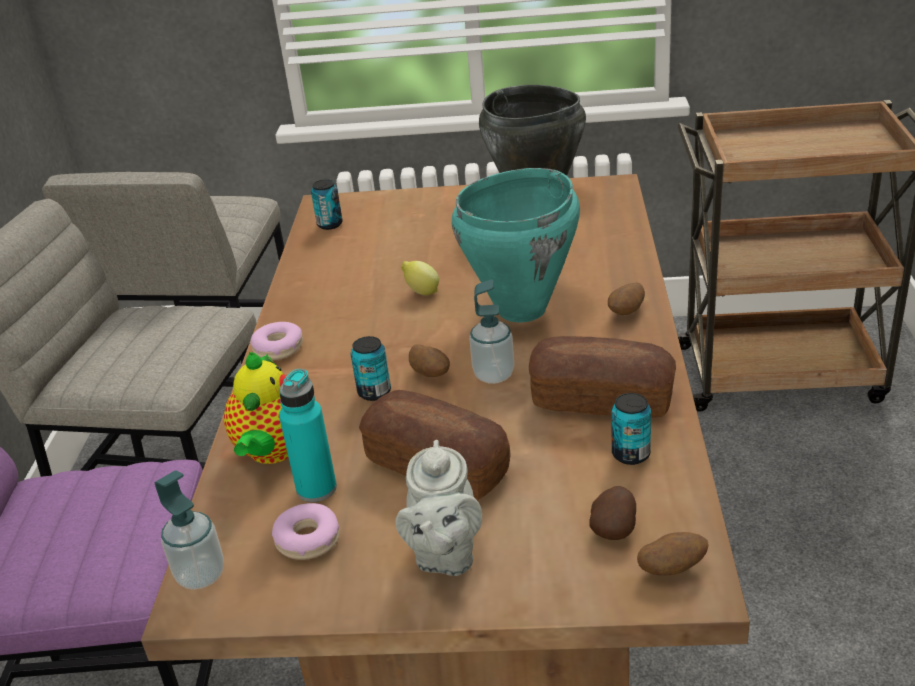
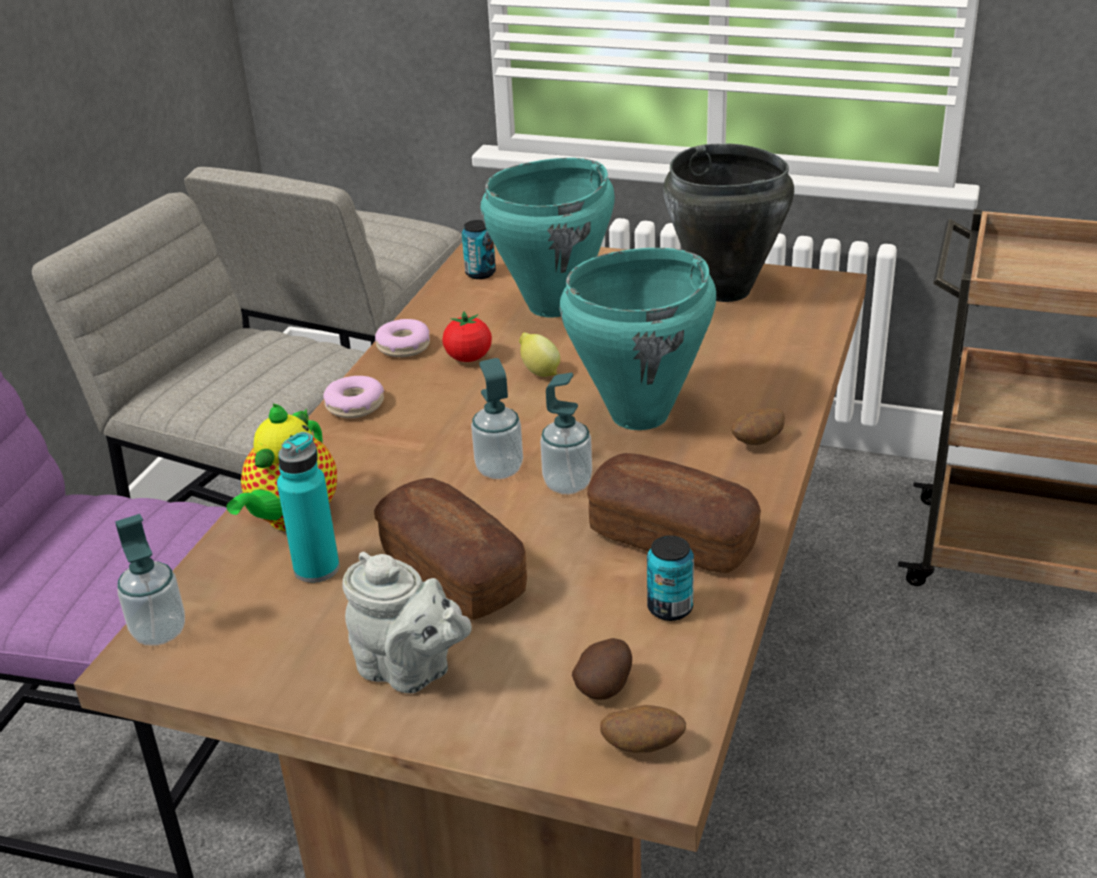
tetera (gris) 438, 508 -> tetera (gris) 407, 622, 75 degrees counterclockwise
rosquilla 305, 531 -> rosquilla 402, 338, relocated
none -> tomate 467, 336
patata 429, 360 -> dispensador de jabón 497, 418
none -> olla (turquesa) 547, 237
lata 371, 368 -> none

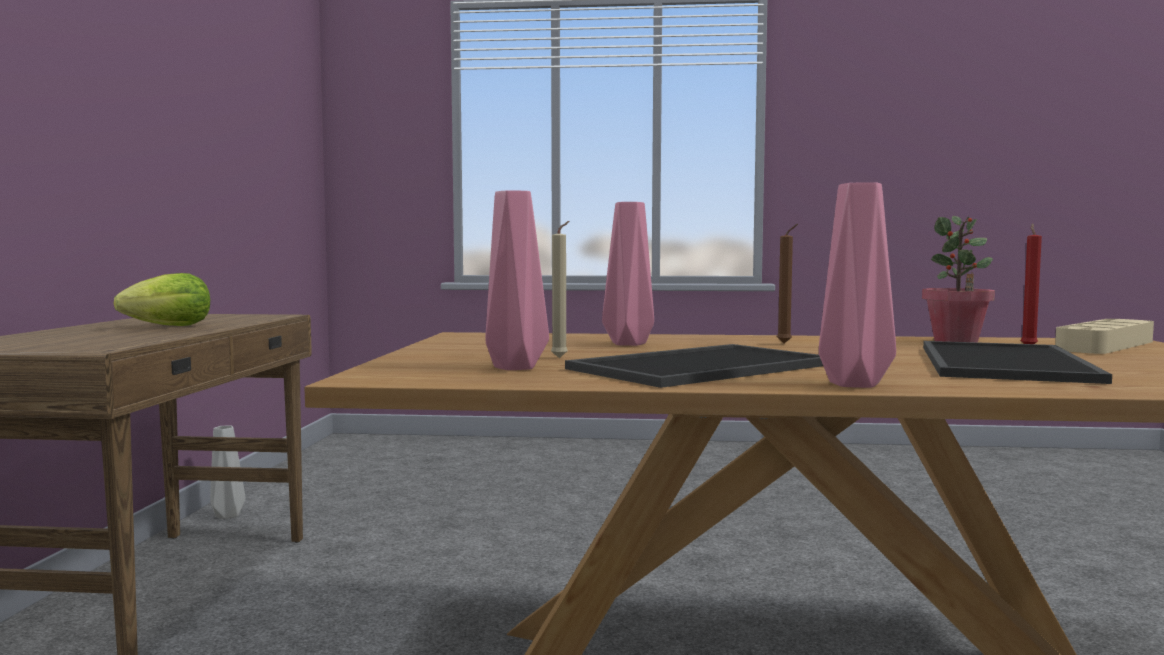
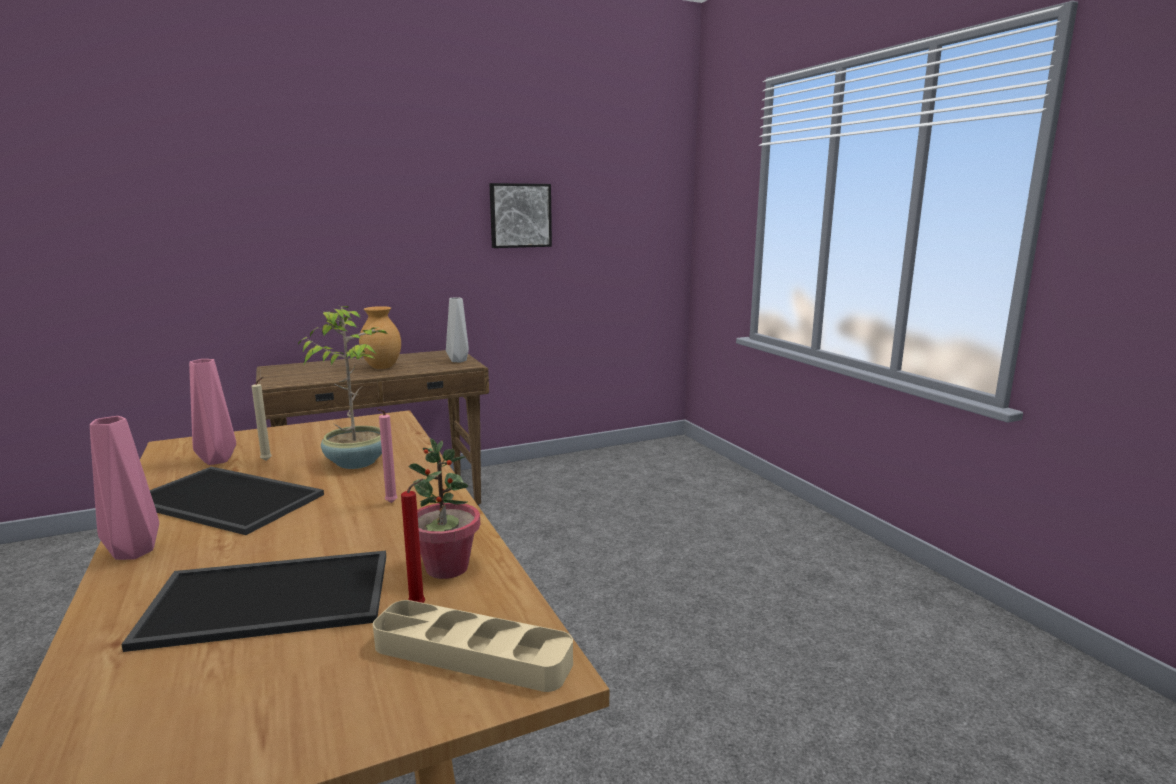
florero (rosa) 628, 274 -> planta en maceta 342, 387
lechuga 162, 299 -> florero (marrón) 380, 337
vela (marrón) 787, 283 -> vela (rosa) 387, 456
florero (gris) 227, 472 -> florero (gris) 457, 329, relocated
none -> cuadro 520, 215

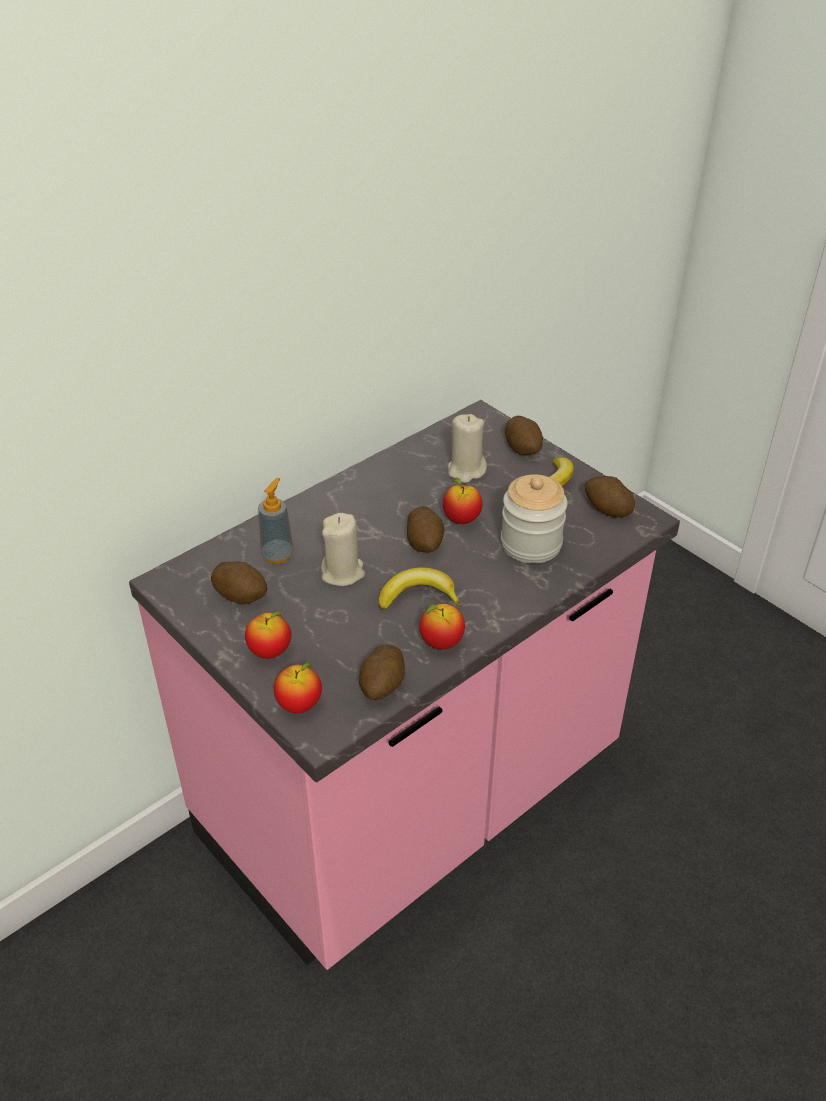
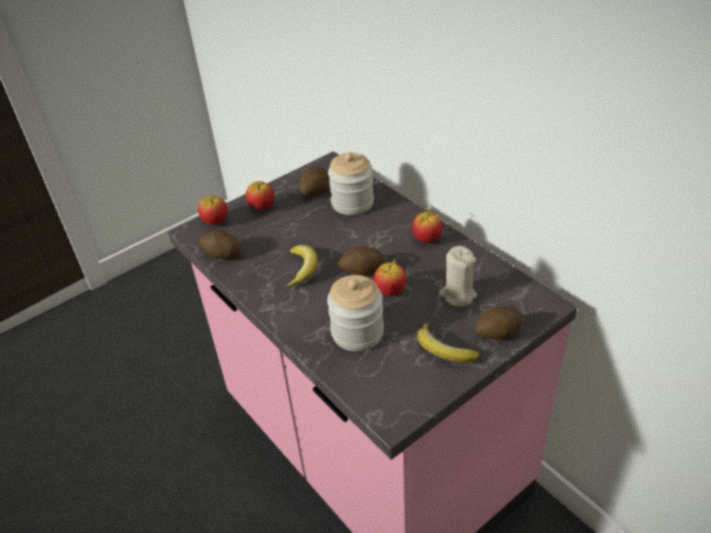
dispensador de jabón 276, 521 -> tarro 351, 183
manzana 442, 627 -> manzana 427, 224, relocated
vela (beis) 343, 549 -> none
patata 610, 497 -> none

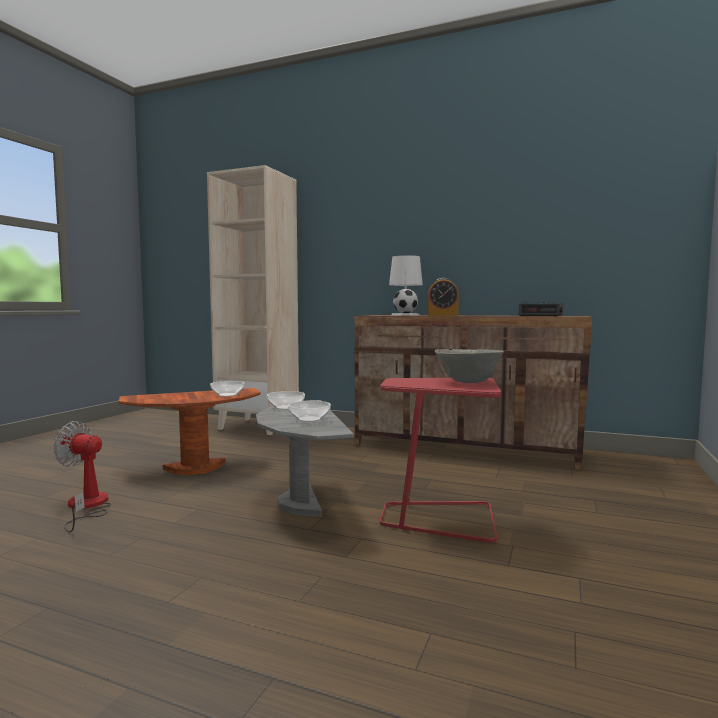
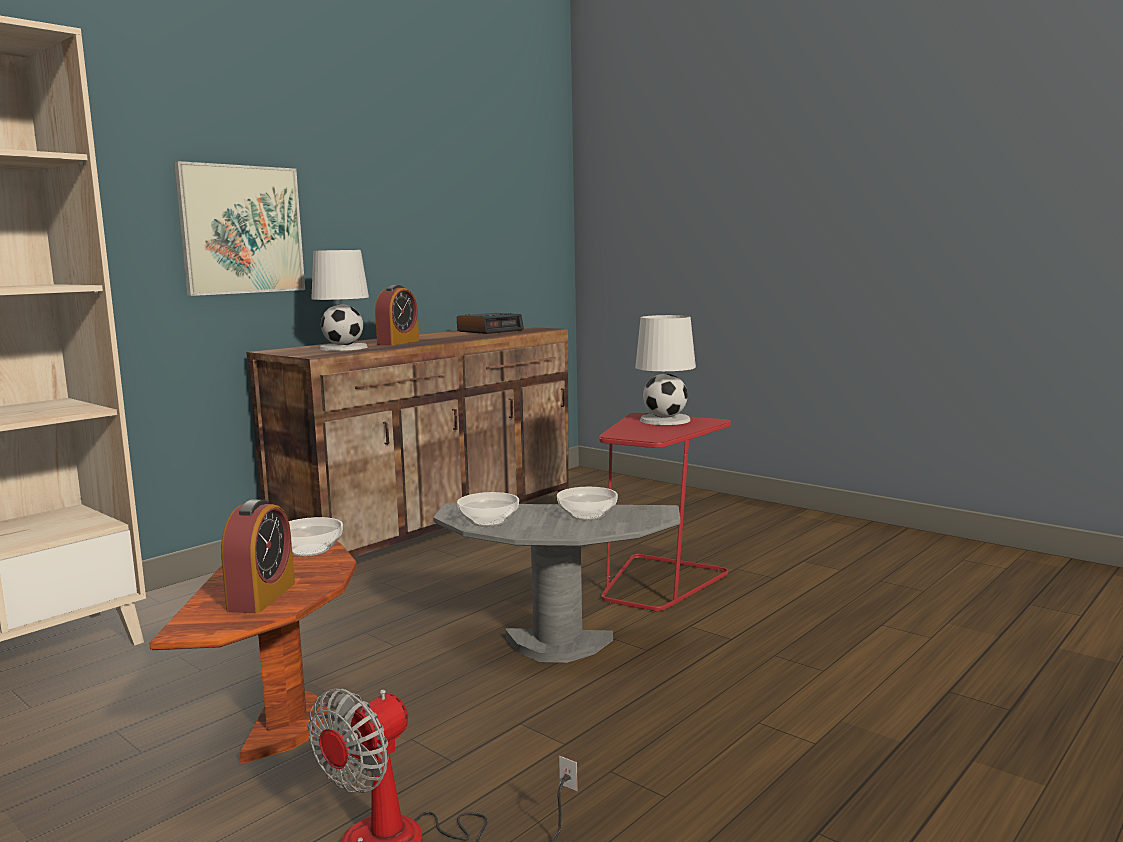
none -> cuadro 239, 228
none -> despertador 258, 556
cuenco (gris) 469, 366 -> lámpara de mesa (blanco) 665, 370

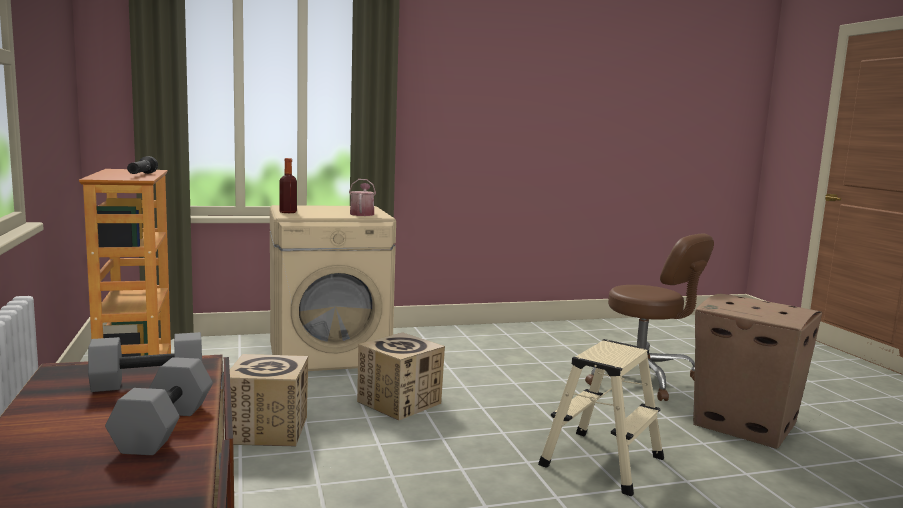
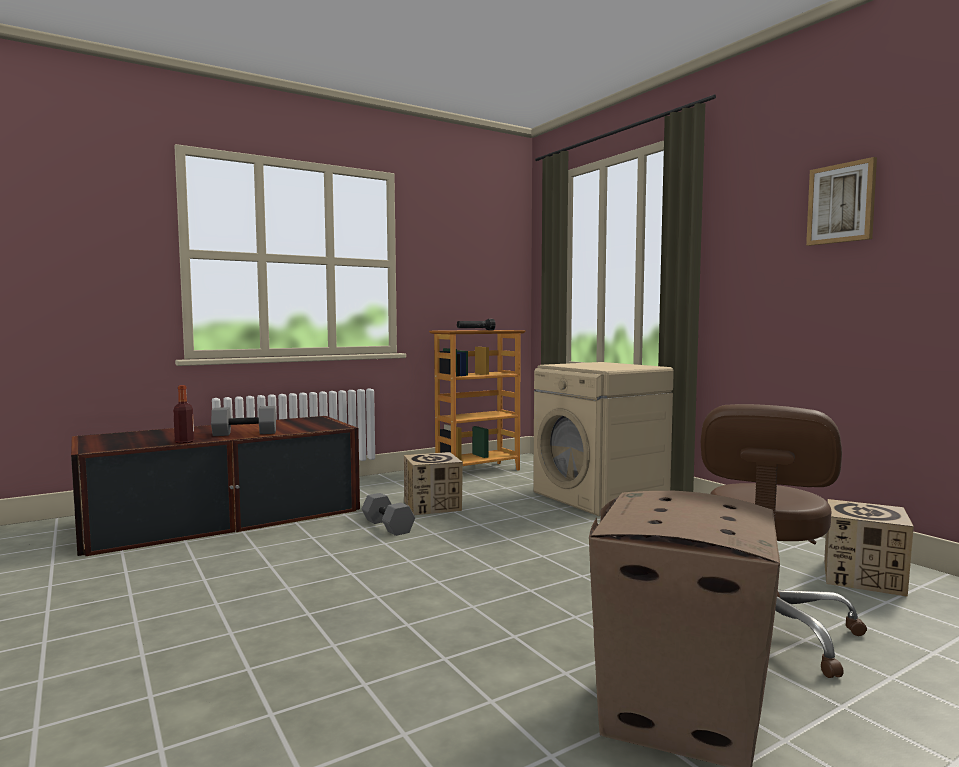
botella 288, 185 -> botella 183, 414, relocated
mancuerna (gris) 145, 362 -> mancuerna (gris) 388, 514, relocated
none -> cuadro 841, 201
caja de cartón 401, 376 -> caja de cartón 869, 548, relocated
regadera 362, 197 -> none
escalera de tijera (beis) 601, 417 -> none

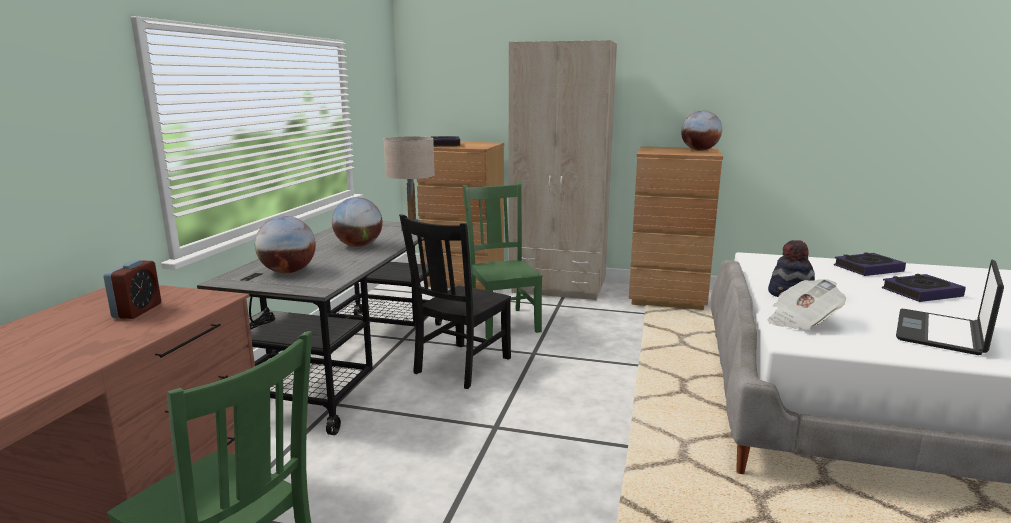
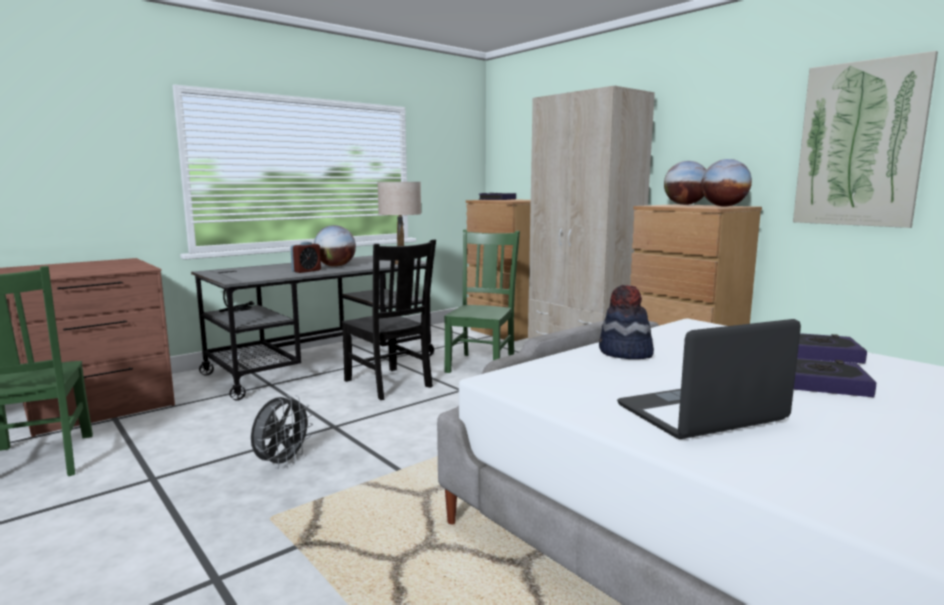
none -> ventilador (gris) 282, 432
despertador 132, 289 -> despertador 305, 257, relocated
silla (negro) 455, 301 -> silla (negro) 389, 319, 105 degrees counterclockwise
globo terráqueo 285, 244 -> globo terráqueo 685, 183, relocated
none -> cuadro 865, 139
periódico 806, 304 -> none

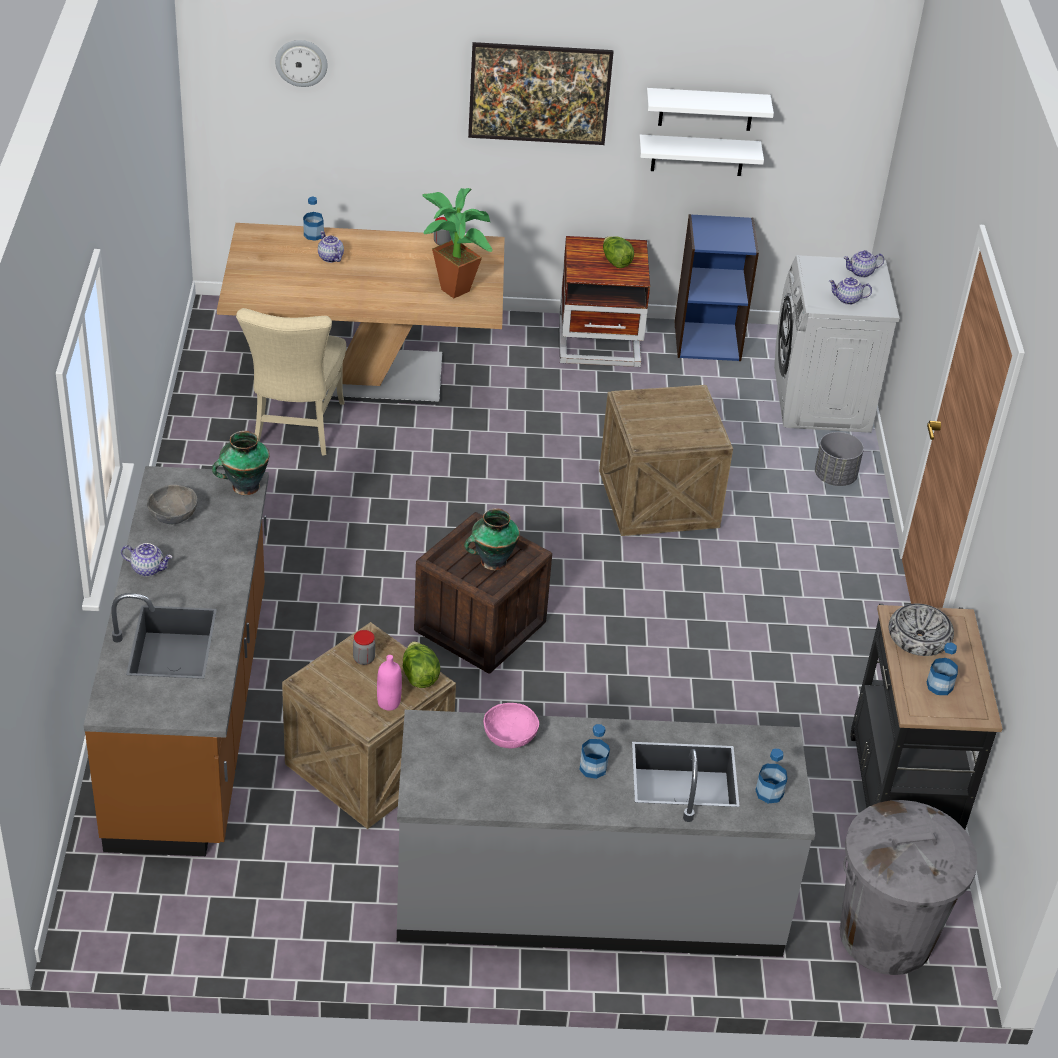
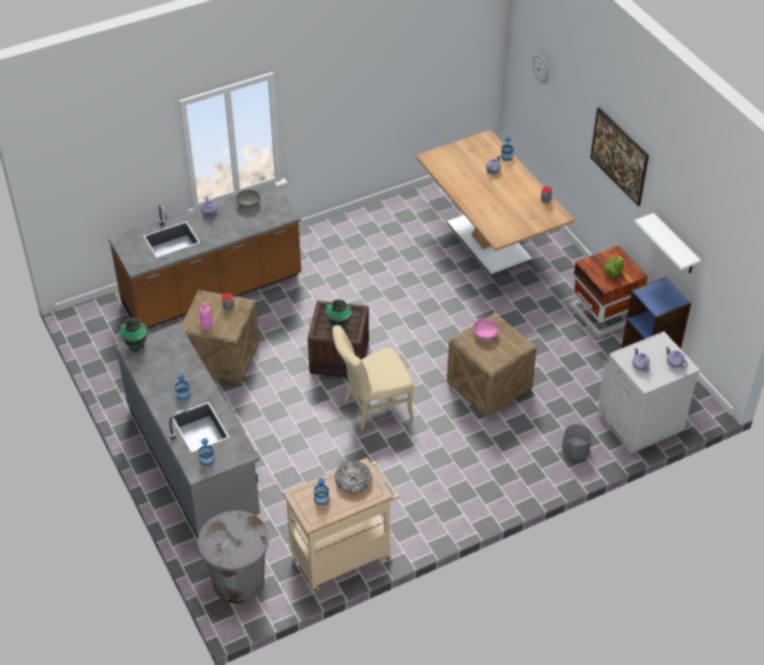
florero 241, 463 -> florero 133, 335, relocated
carrito (negro) 926, 717 -> carrito (beis) 341, 525
silla (beis) 291, 382 -> silla (beis) 373, 378, relocated
cuenco (rosa) 511, 725 -> cuenco (rosa) 486, 329, relocated
lechuga 422, 664 -> none
planta en maceta 457, 243 -> none
estante (blanco) 710, 109 -> none

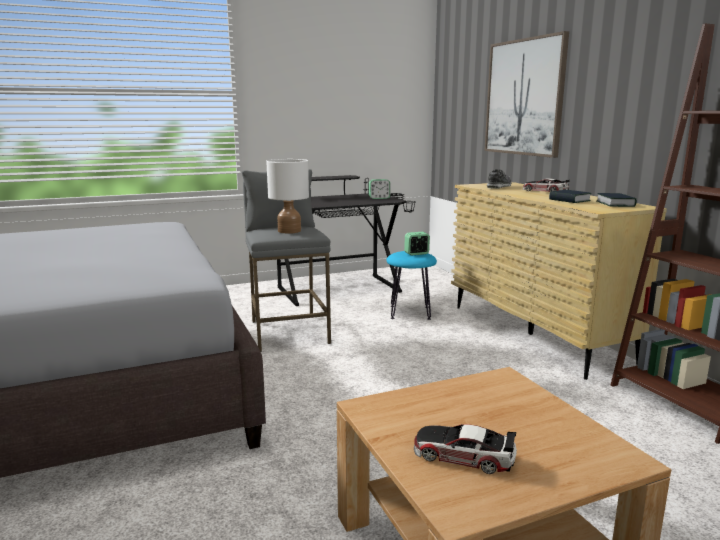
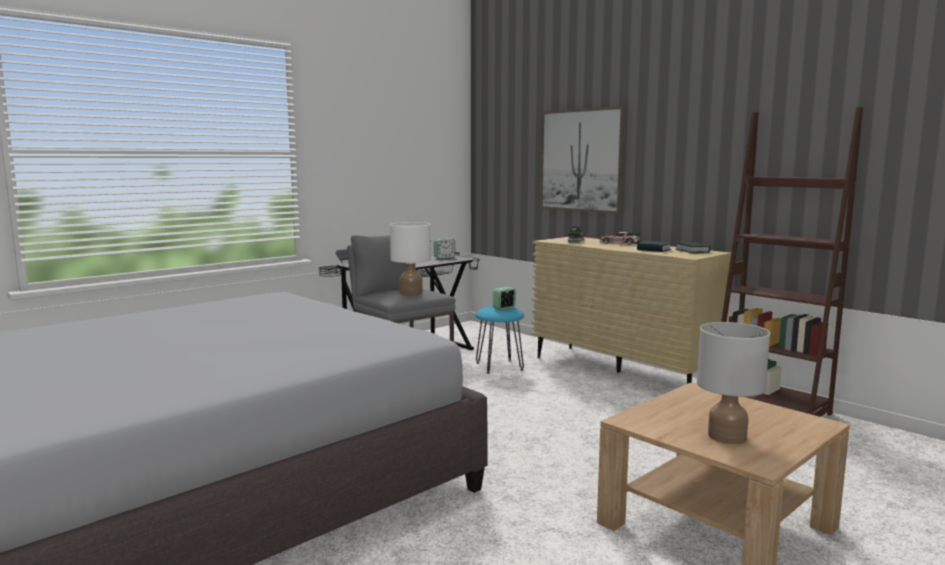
coche de juguete 465, 449 -> lámpara de mesa (gris) 733, 383

